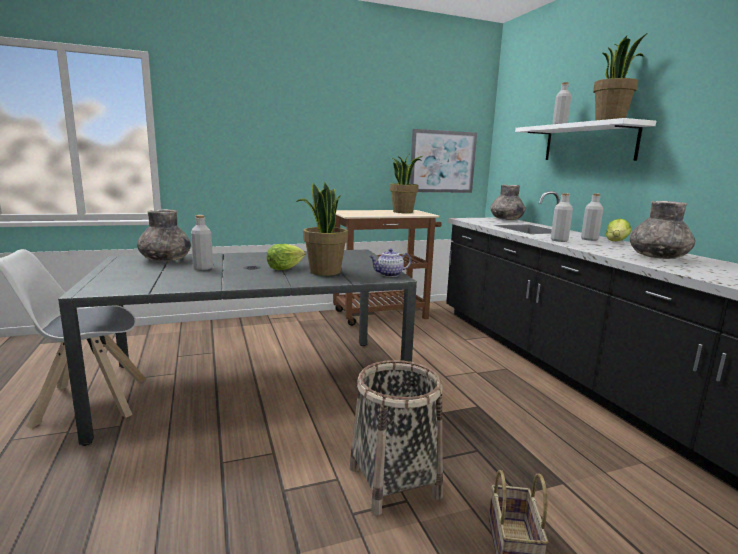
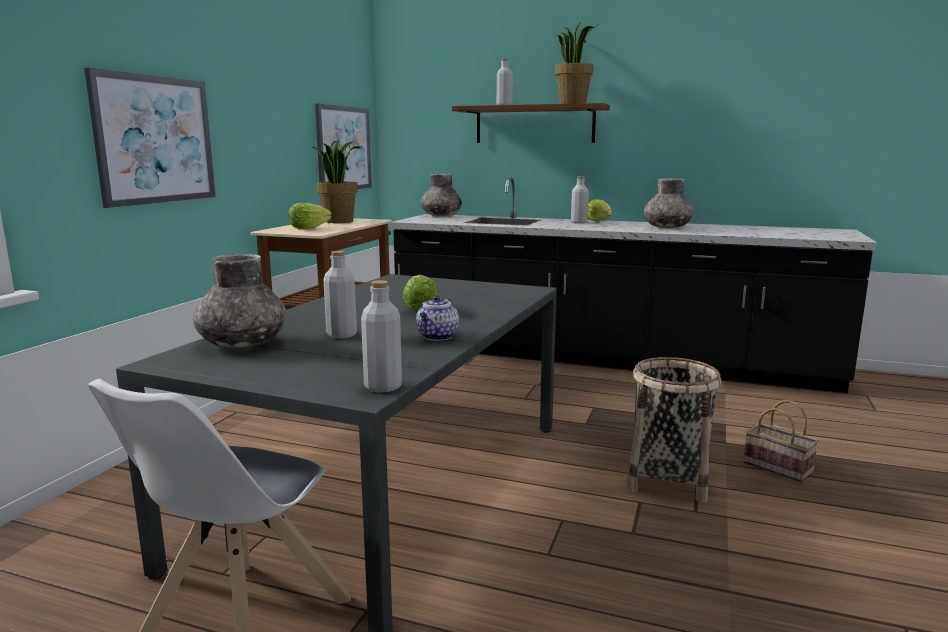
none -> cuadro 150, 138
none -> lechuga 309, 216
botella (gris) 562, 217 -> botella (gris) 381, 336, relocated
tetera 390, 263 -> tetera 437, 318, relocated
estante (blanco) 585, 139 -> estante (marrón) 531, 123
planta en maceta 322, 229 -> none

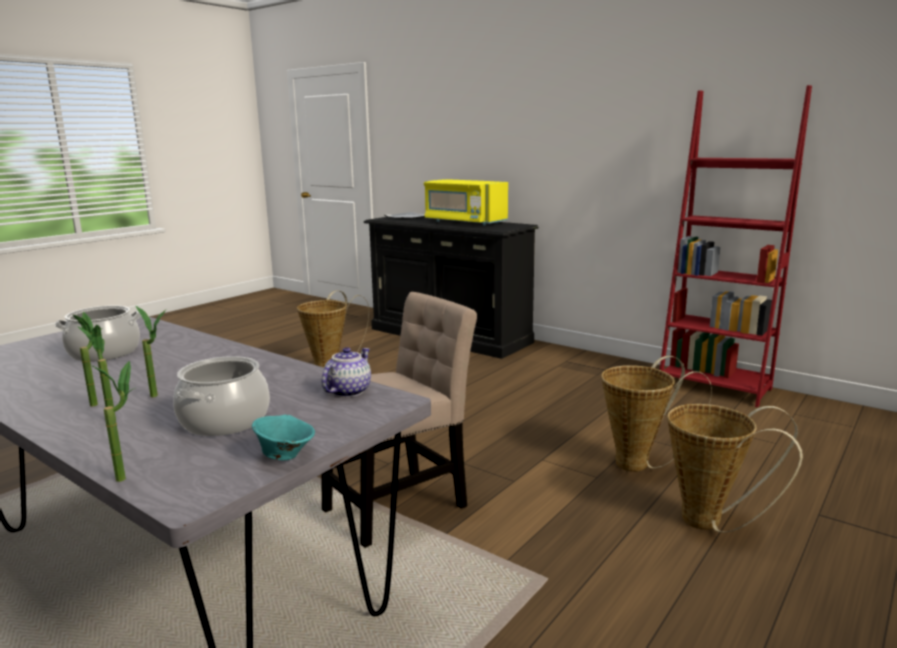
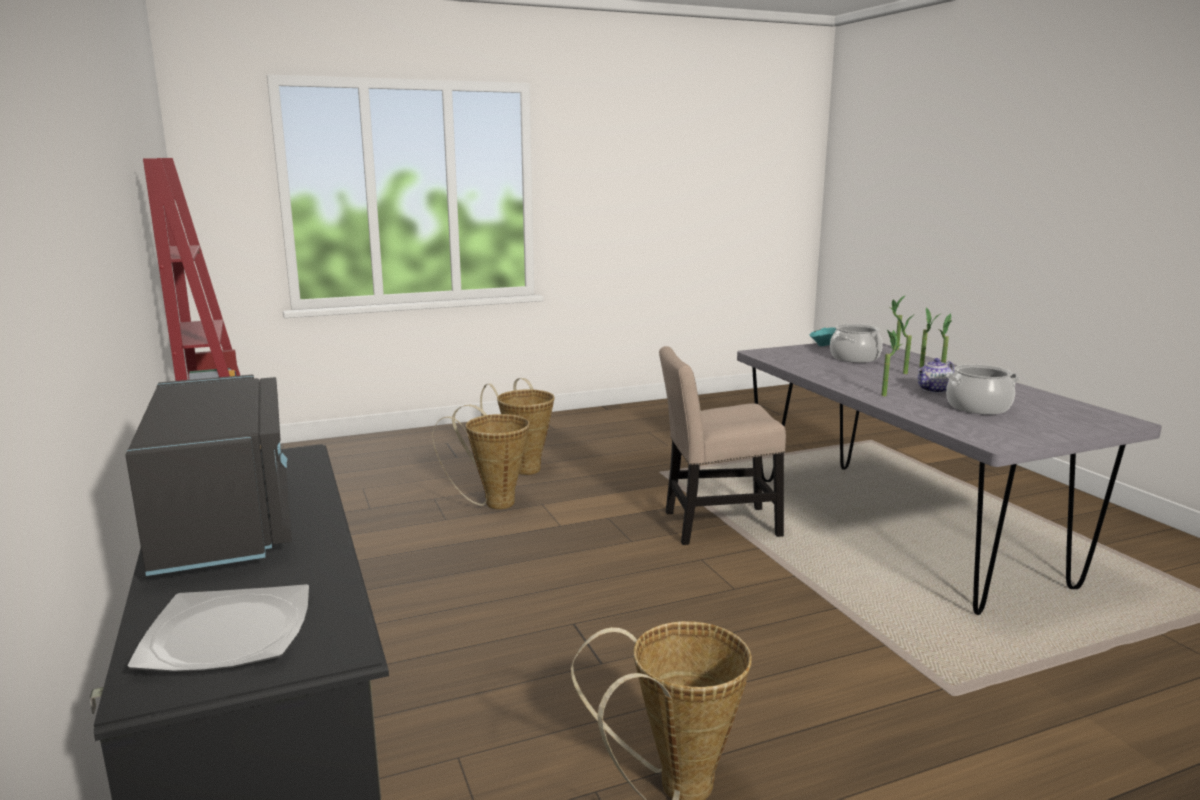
microondas (amarillo) 466, 202 -> microondas (negro) 209, 475
none -> planta en maceta 891, 363
tetera 346, 372 -> tetera 936, 375, relocated

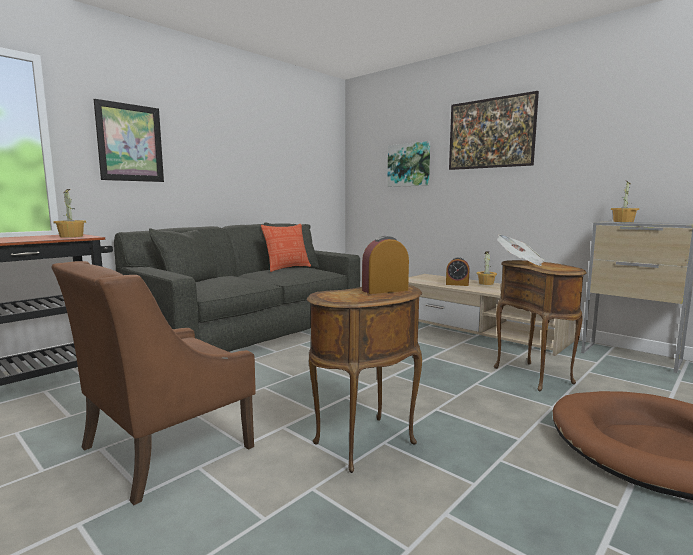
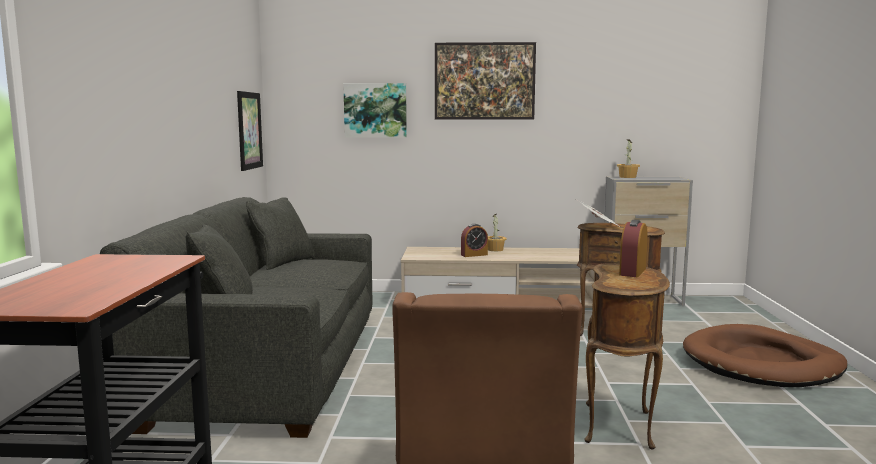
cuadro 129, 140 -> cuadro 250, 131, relocated
planta en maceta 69, 213 -> none
cojín (naranja) 286, 248 -> none

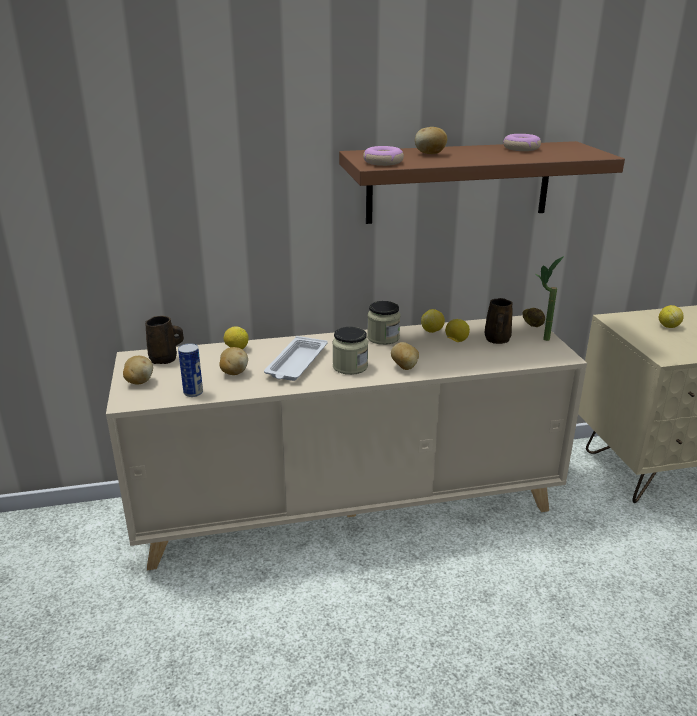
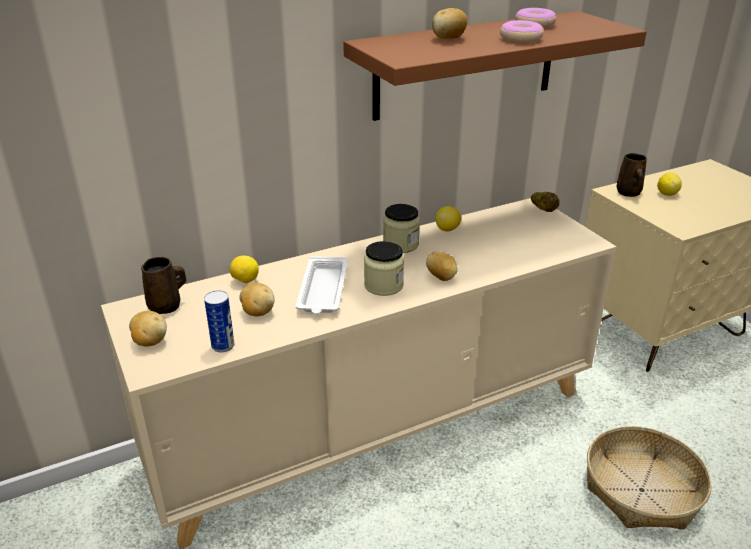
rosquilla 383, 156 -> rosquilla 522, 31, relocated
none -> cesta 649, 478
taza grande (marrón) 499, 321 -> taza grande (marrón) 632, 175, relocated
limón 457, 330 -> none
planta en maceta 550, 298 -> none

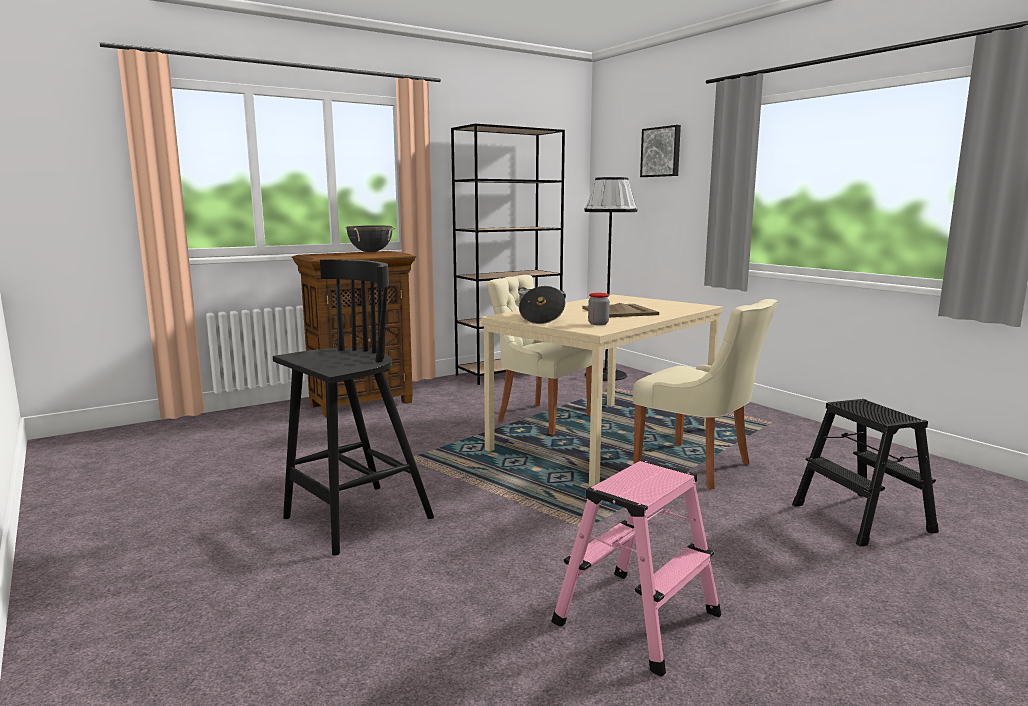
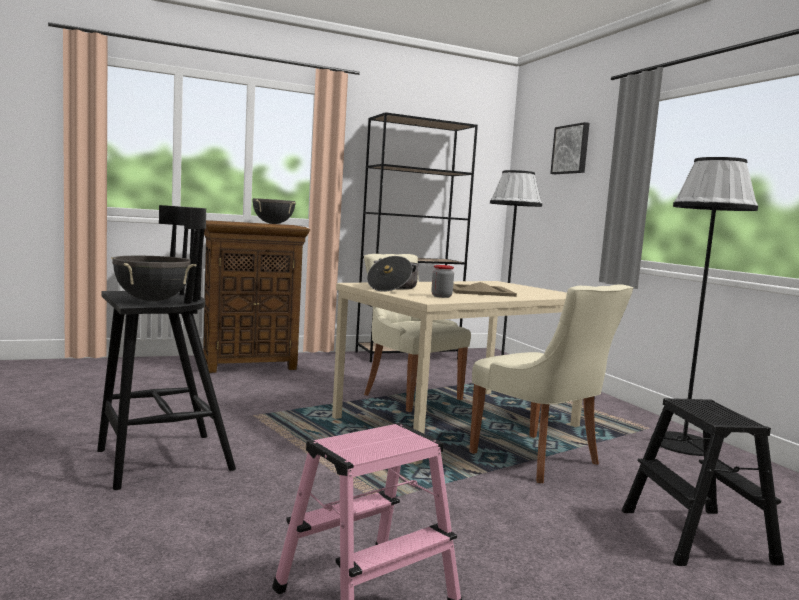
none -> olla (negro) 153, 278
none -> lámpara de pie (negro) 704, 306

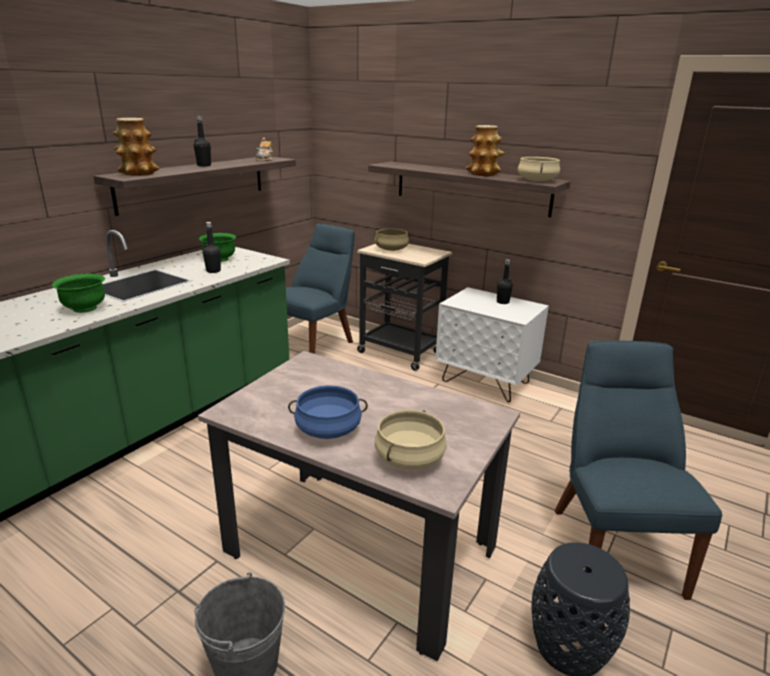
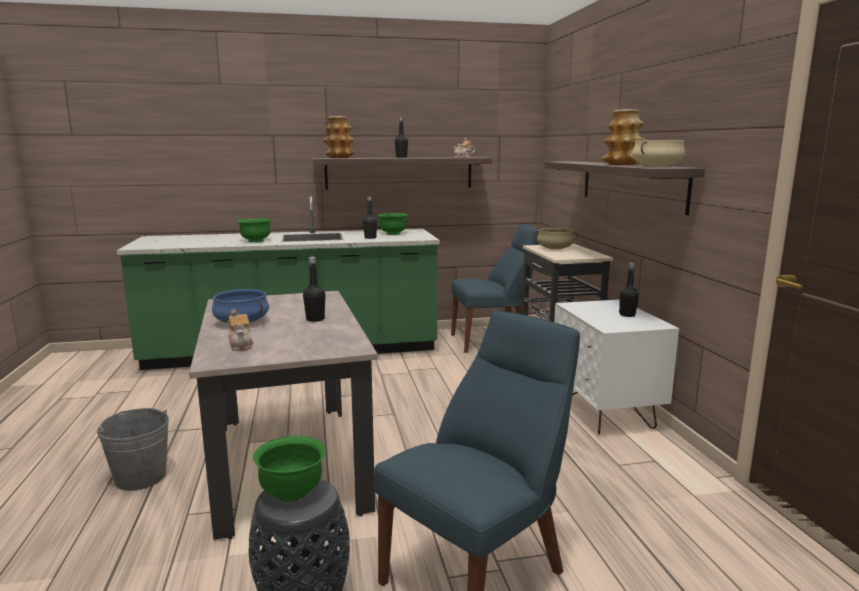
olla (beis) 411, 439 -> tetera 240, 330
none -> cuenco (verde) 289, 468
none -> botella (negro) 314, 289

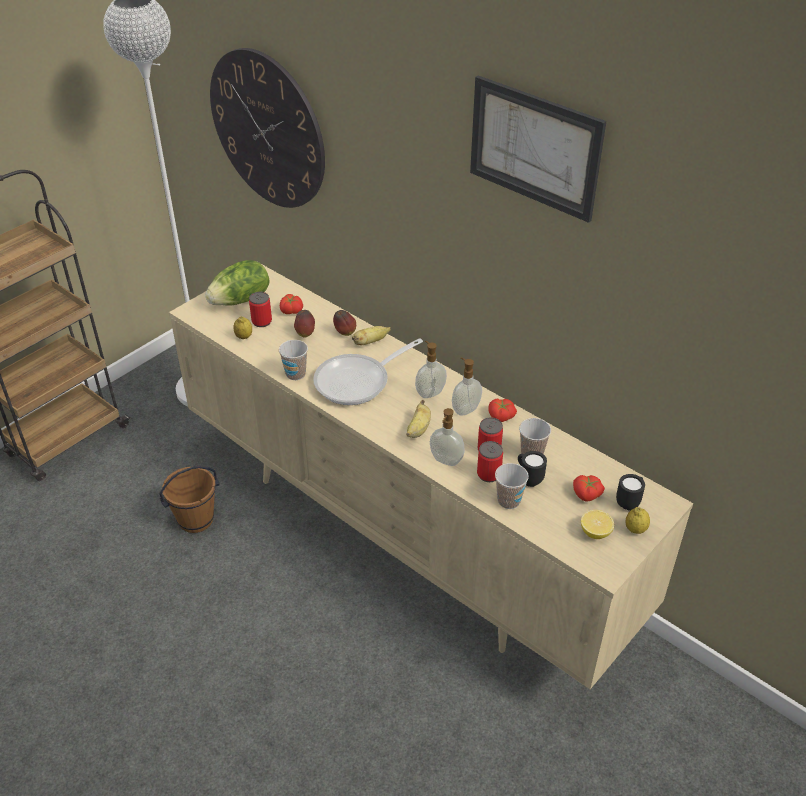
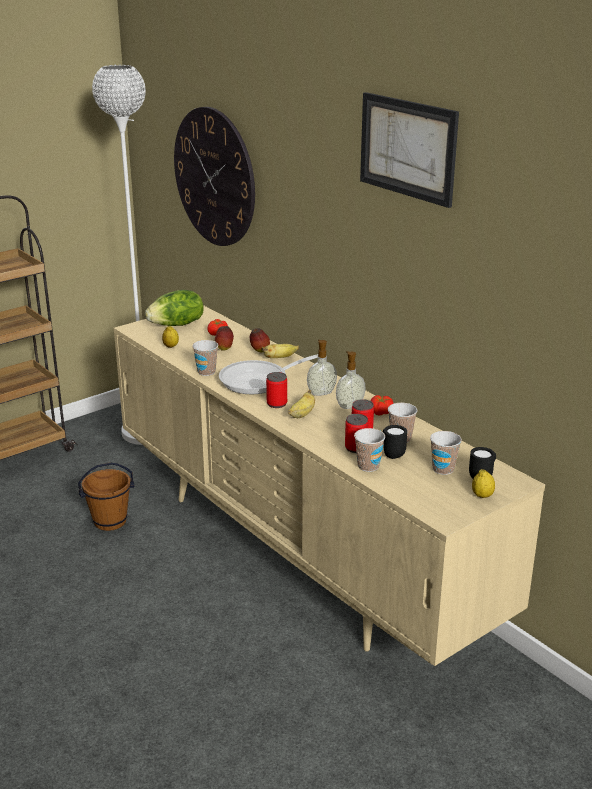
lata 260, 309 -> lata 276, 390, relocated
tomate 589, 488 -> taza 446, 453
dispensador de jabón 447, 437 -> none
limón 597, 524 -> none

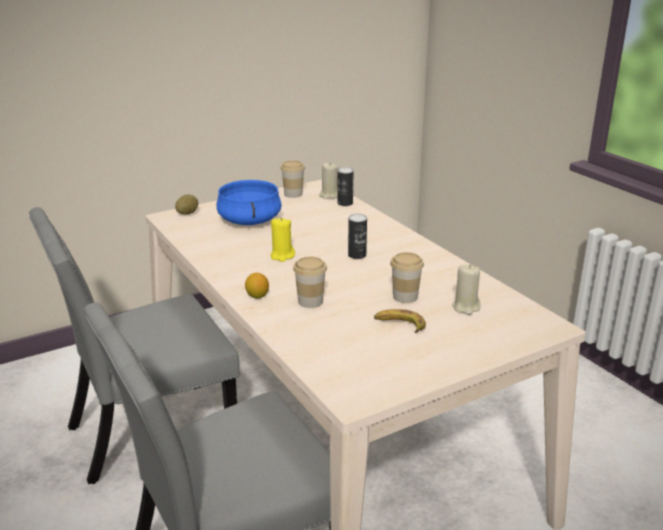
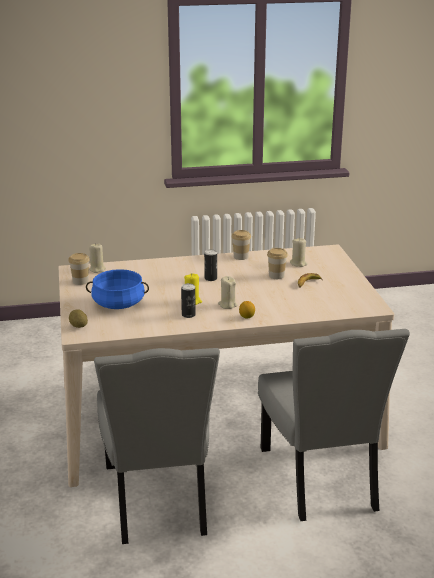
lata 345, 186 -> lata 188, 300, relocated
none -> vela (beis) 227, 292
taza 310, 282 -> taza 241, 245, relocated

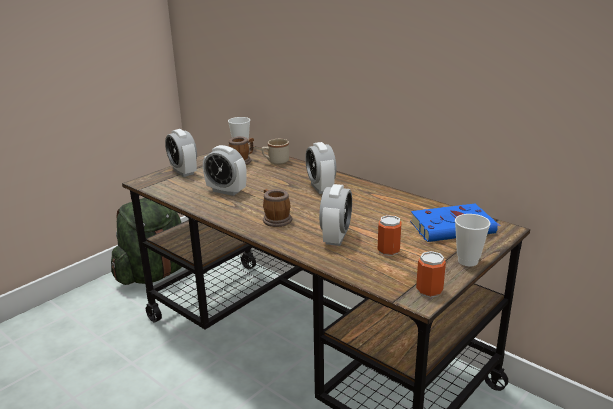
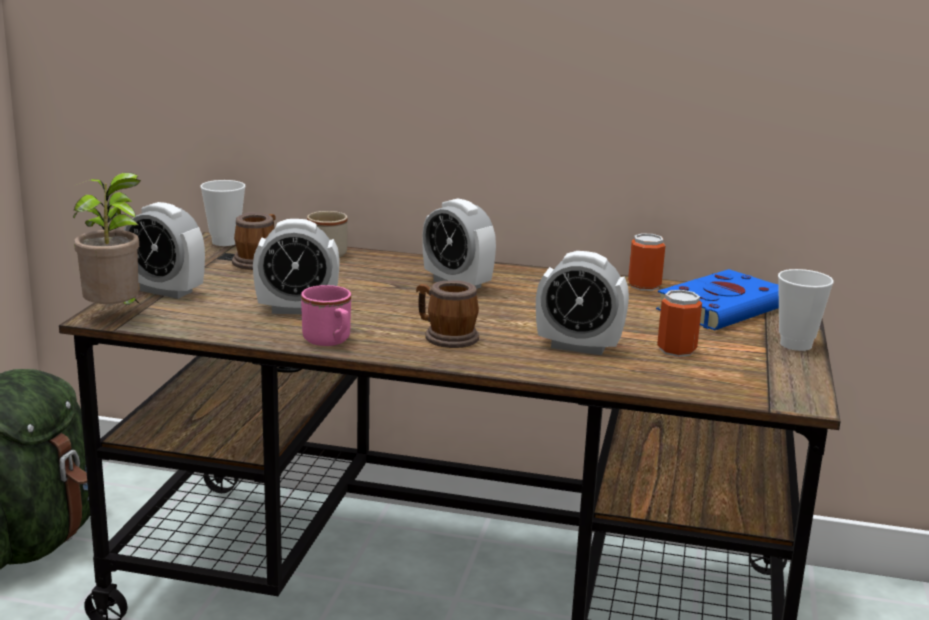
none -> planta en maceta 107, 239
none -> taza grande (rosa) 326, 315
despertador 335, 215 -> despertador 582, 303, 120 degrees clockwise
lata 431, 274 -> lata 646, 262, relocated

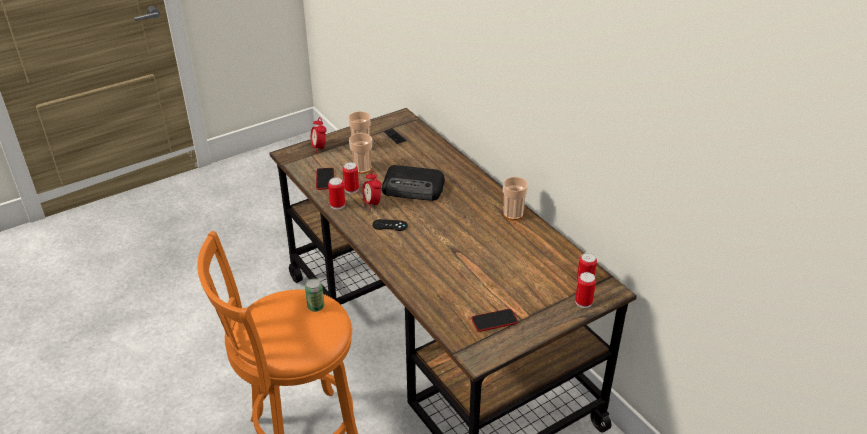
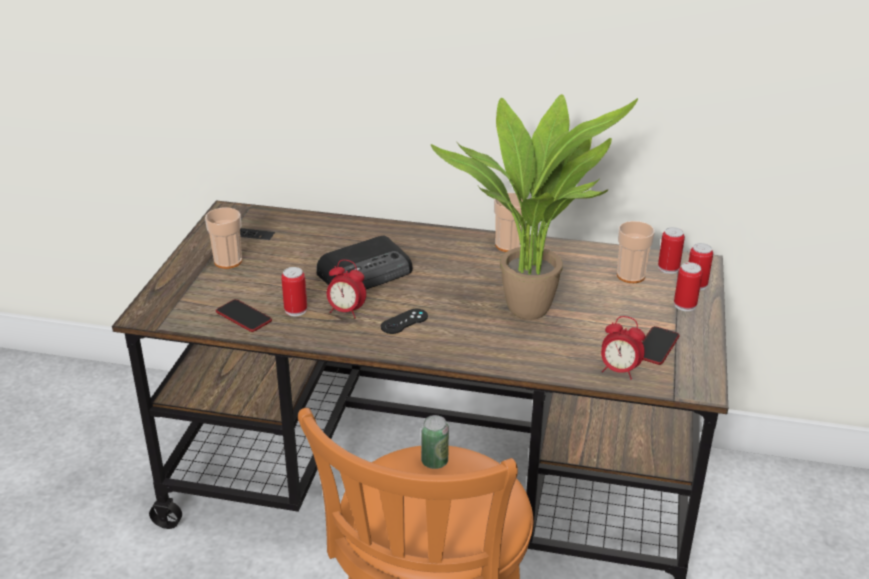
none -> planta en maceta 534, 207
despertador 318, 135 -> despertador 623, 347, relocated
taza 360, 153 -> taza 636, 252, relocated
lata 336, 193 -> lata 688, 286, relocated

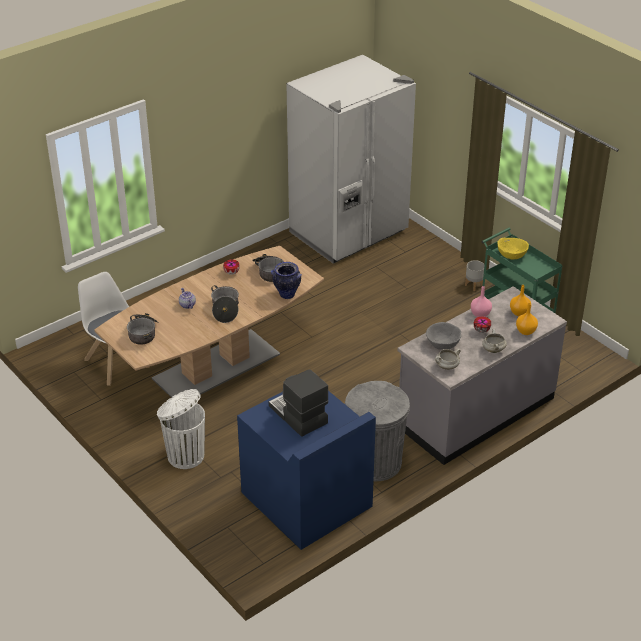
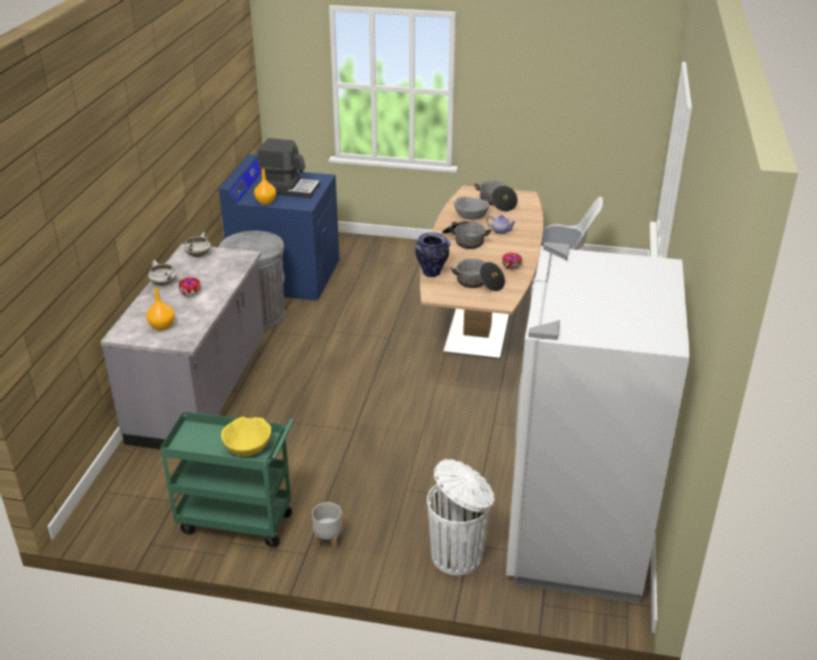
florero (naranja) 527, 319 -> florero (naranja) 265, 187, relocated
papelera (blanco) 181, 429 -> papelera (blanco) 460, 517, relocated
cuenco (gris) 443, 336 -> cuenco (gris) 472, 208, relocated
florero (rosa) 481, 301 -> none

